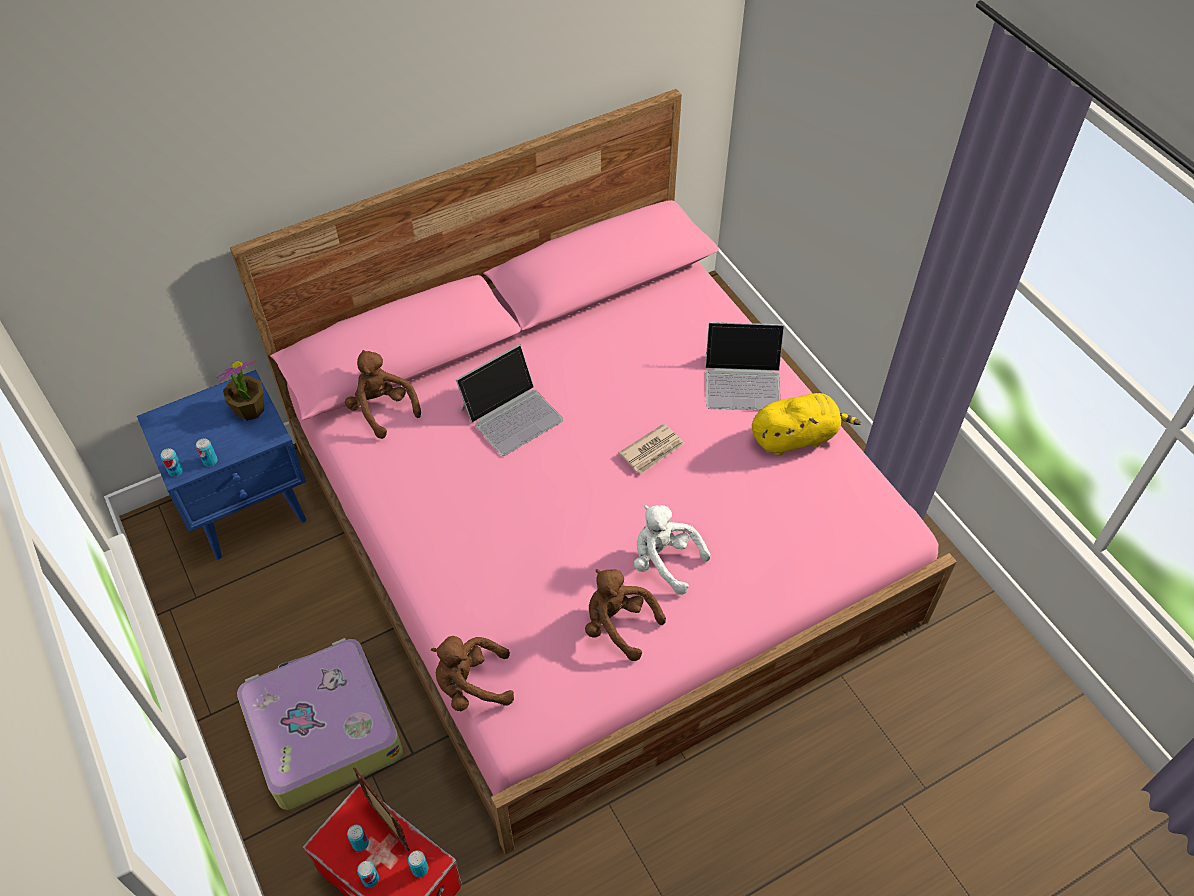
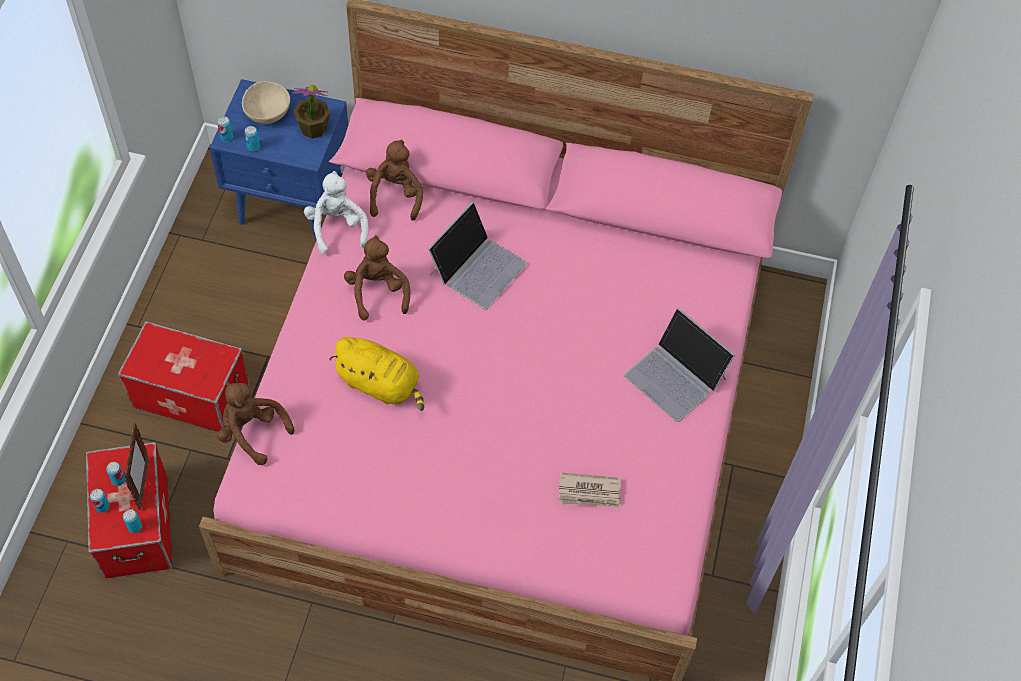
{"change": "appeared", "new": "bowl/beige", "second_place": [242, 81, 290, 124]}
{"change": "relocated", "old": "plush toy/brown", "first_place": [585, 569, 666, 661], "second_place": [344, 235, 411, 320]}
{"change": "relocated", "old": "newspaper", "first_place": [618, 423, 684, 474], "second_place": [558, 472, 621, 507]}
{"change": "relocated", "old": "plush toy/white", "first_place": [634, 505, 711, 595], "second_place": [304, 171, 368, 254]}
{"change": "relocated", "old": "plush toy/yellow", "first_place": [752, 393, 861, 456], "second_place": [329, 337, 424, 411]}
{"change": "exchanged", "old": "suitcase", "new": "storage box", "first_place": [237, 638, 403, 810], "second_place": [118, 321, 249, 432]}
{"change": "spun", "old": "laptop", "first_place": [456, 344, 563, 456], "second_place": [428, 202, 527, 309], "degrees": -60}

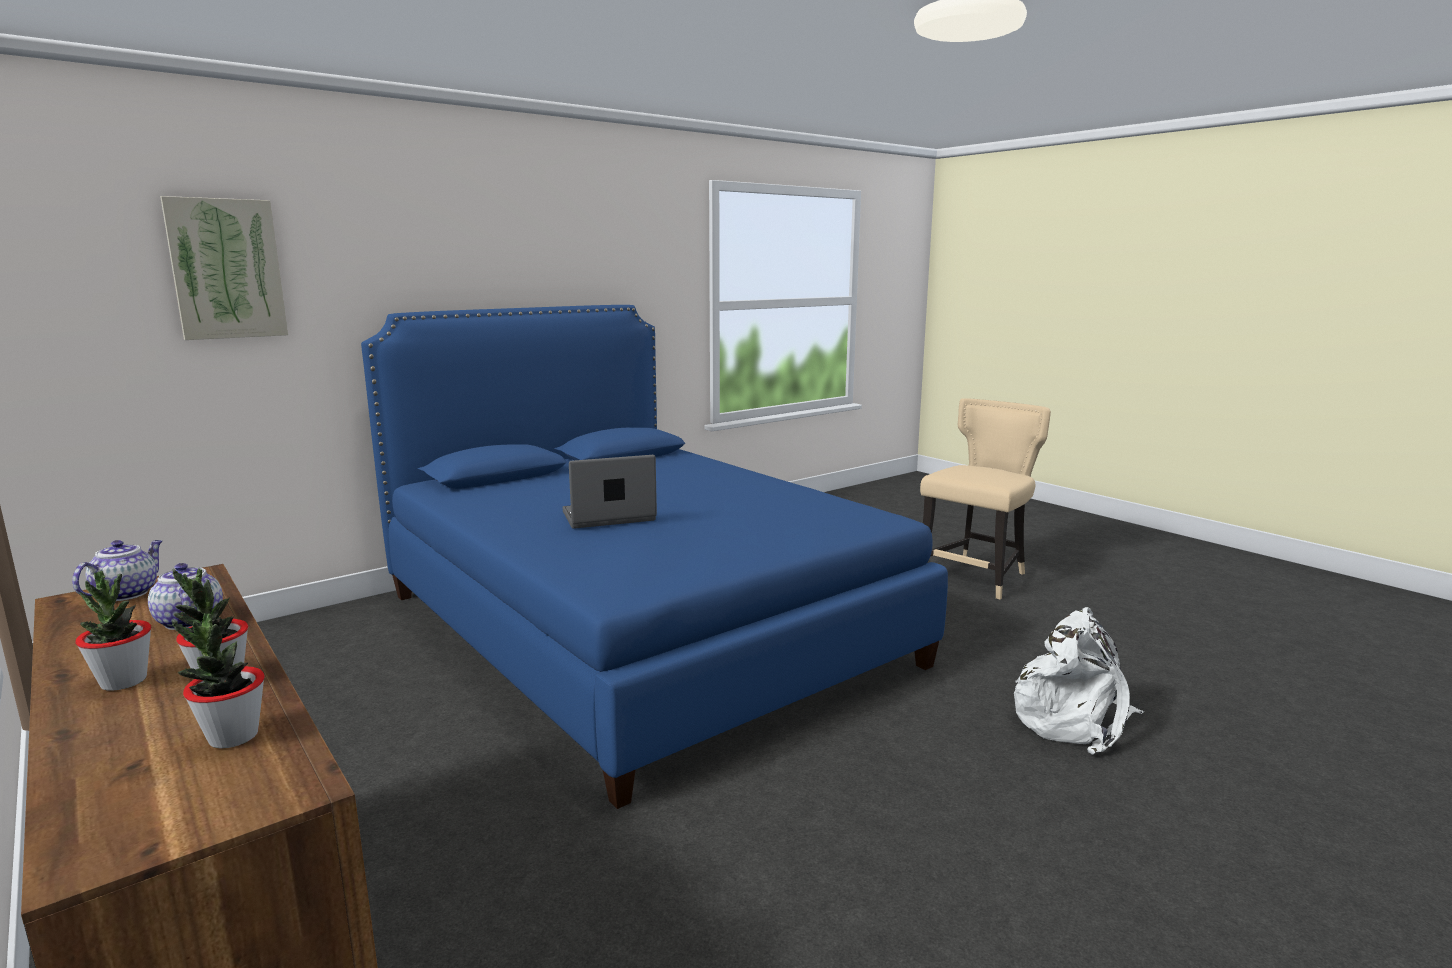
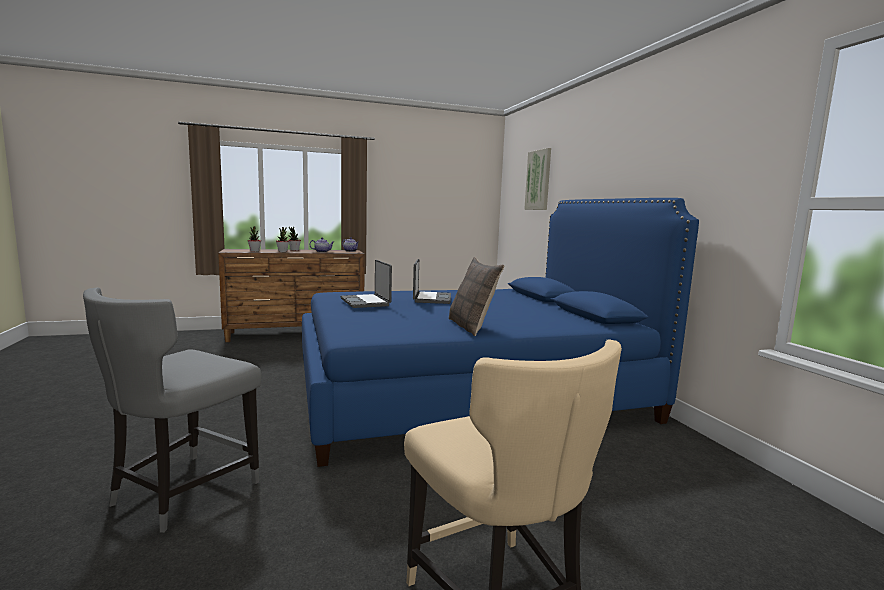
{"change": "appeared", "new": "laptop", "second_place": [340, 260, 392, 308]}
{"change": "appeared", "new": "pillow", "second_place": [449, 257, 504, 336]}
{"change": "exchanged", "old": "backpack/white", "new": "chair/grey", "first_place": [1014, 607, 1144, 755], "second_place": [83, 287, 261, 533]}

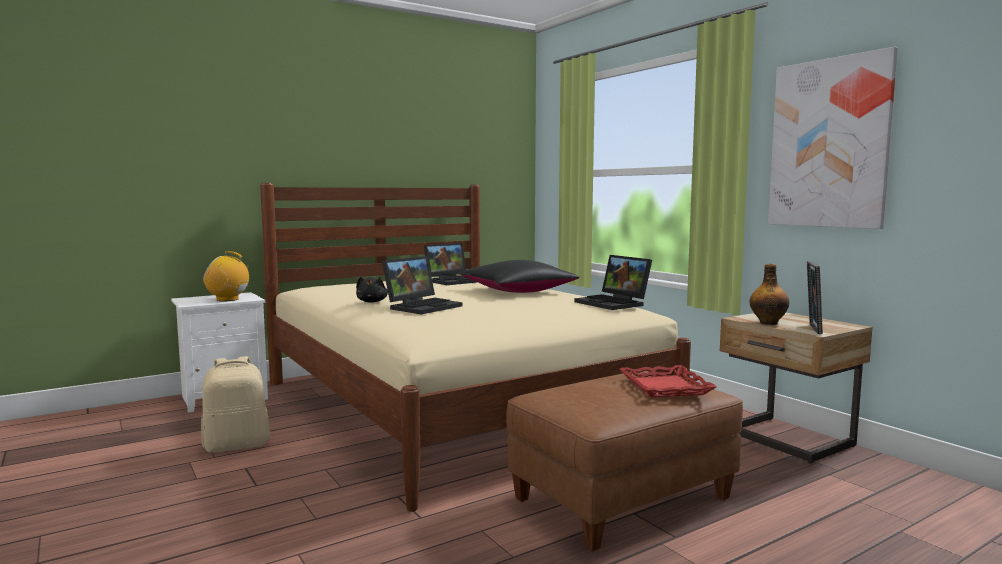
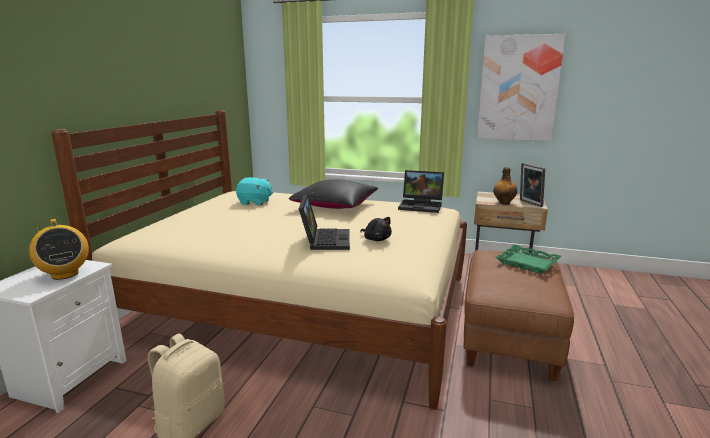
{"change": "relocated", "old": "plush toy/black", "first_place": [356, 276, 388, 303], "second_place": [360, 217, 392, 241]}
{"change": "exchanged", "old": "laptop", "new": "plush toy/turquoise", "first_place": [424, 243, 477, 285], "second_place": [236, 177, 273, 205]}
{"change": "colour", "old": "tray/red", "new": "tray/green", "first_place": [620, 365, 717, 398], "second_place": [496, 244, 562, 273]}
{"change": "spun", "old": "radio", "first_place": [203, 251, 250, 301], "second_place": [29, 219, 89, 280], "degrees": -90}

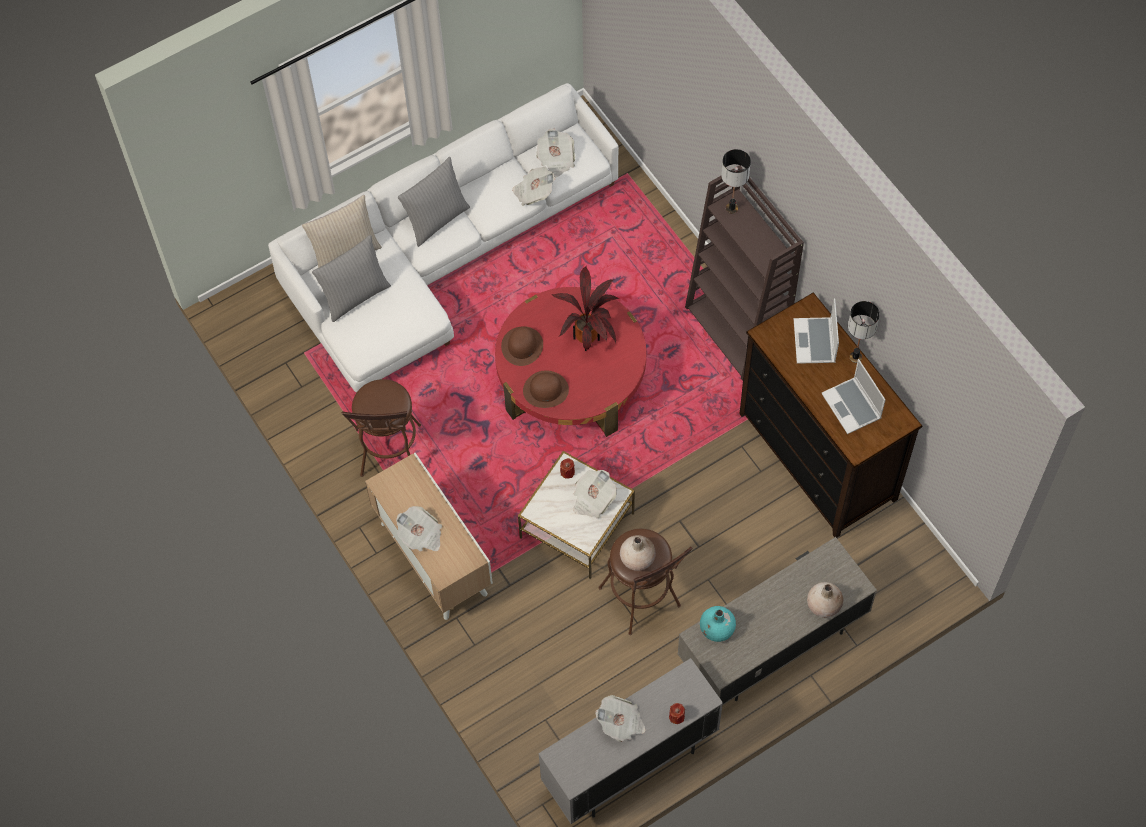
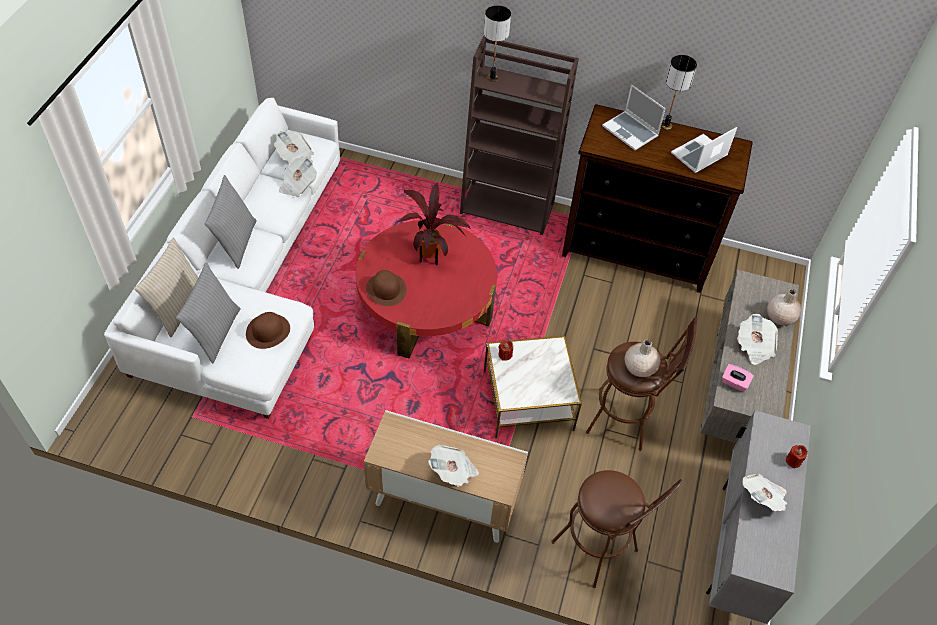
{"change": "relocated", "old": "stool/brown", "first_place": [342, 379, 421, 477], "second_place": [551, 470, 683, 588]}
{"change": "relocated", "old": "hat/brown", "first_place": [523, 370, 569, 408], "second_place": [246, 312, 290, 349]}
{"change": "relocated", "old": "newspaper", "first_place": [573, 470, 617, 518], "second_place": [737, 314, 778, 365]}
{"change": "exchanged", "old": "vase/turquoise", "new": "tissue box/pink", "first_place": [700, 606, 736, 642], "second_place": [722, 364, 754, 392]}
{"change": "spun", "old": "laptop", "first_place": [821, 359, 885, 434], "second_place": [671, 127, 737, 173], "degrees": 120}

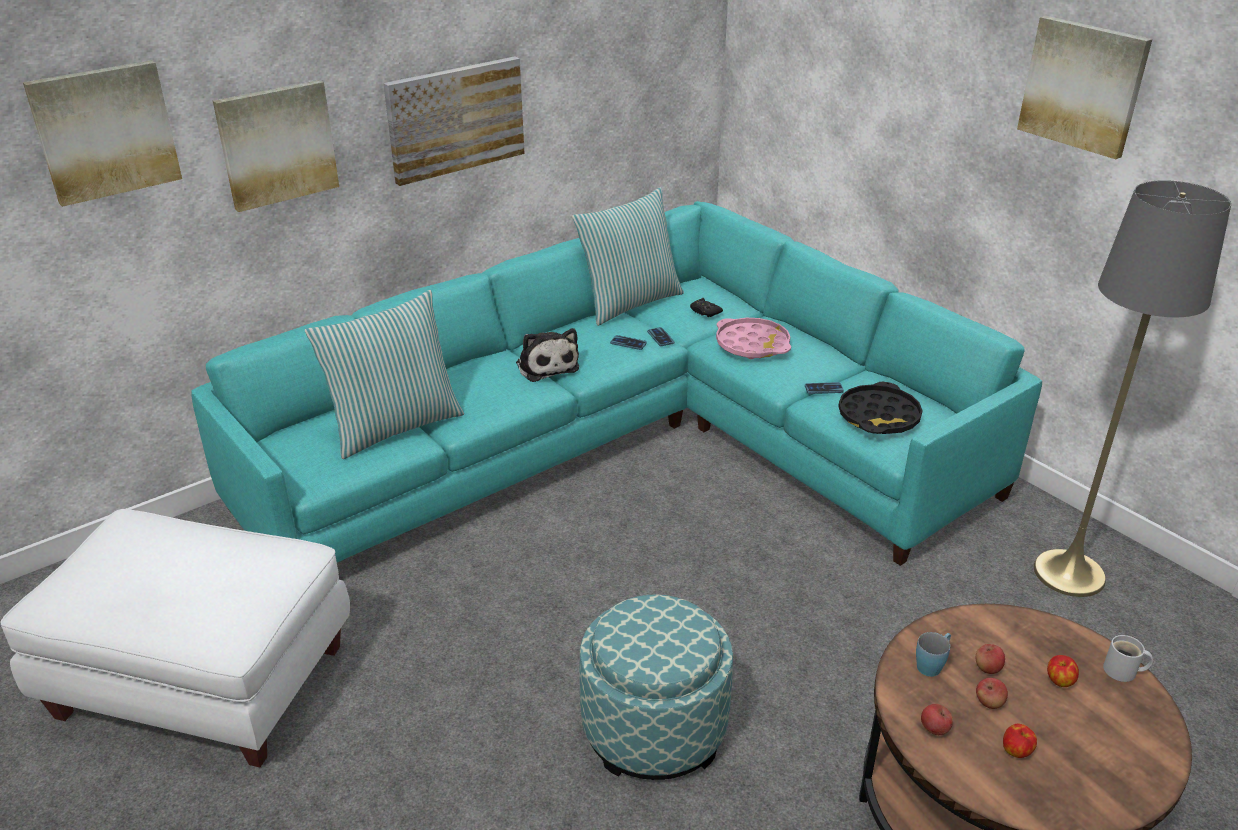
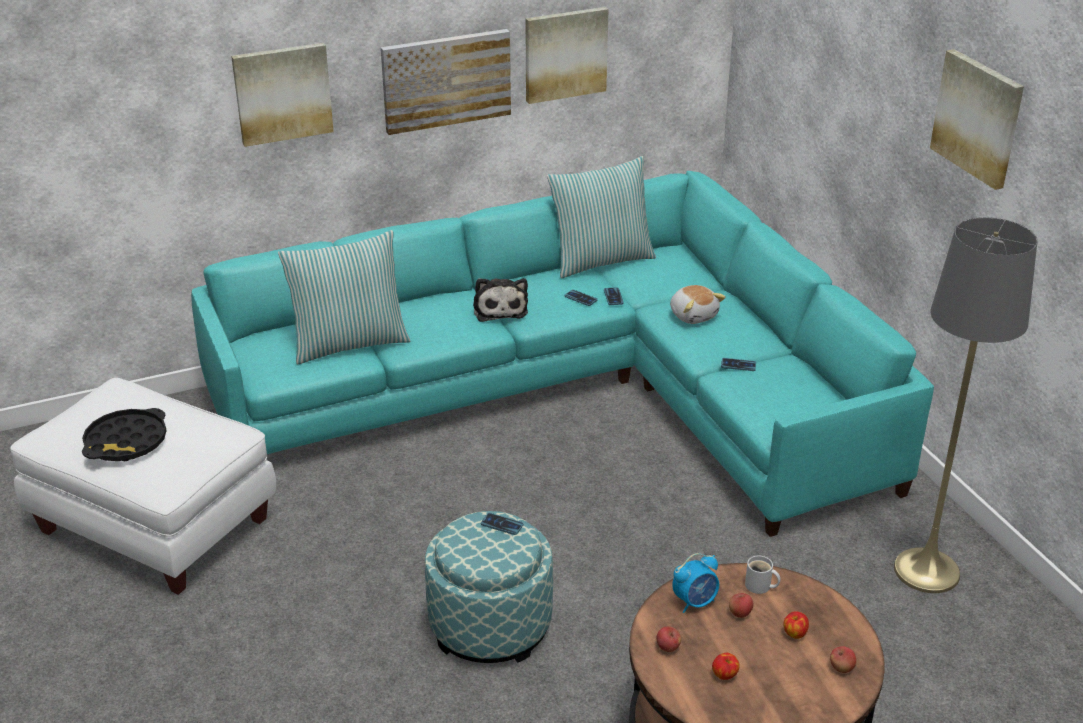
{"change": "missing", "old": "game controller/black", "first_place": [690, 298, 723, 317]}
{"change": "appeared", "new": "phone", "second_place": [481, 513, 523, 535]}
{"change": "relocated", "old": "picture", "first_place": [23, 60, 182, 207], "second_place": [525, 7, 609, 104]}
{"change": "relocated", "old": "tray/black", "first_place": [838, 382, 923, 434], "second_place": [82, 408, 167, 461]}
{"change": "relocated", "old": "apple", "first_place": [976, 678, 1008, 709], "second_place": [830, 646, 856, 673]}
{"change": "relocated", "old": "mug/white", "first_place": [1103, 635, 1153, 682], "second_place": [745, 556, 781, 594]}
{"change": "exchanged", "old": "tray/pink", "new": "plush toy", "first_place": [716, 318, 791, 359], "second_place": [670, 285, 726, 324]}
{"change": "exchanged", "old": "mug/blue", "new": "alarm clock", "first_place": [916, 632, 951, 677], "second_place": [672, 553, 719, 613]}

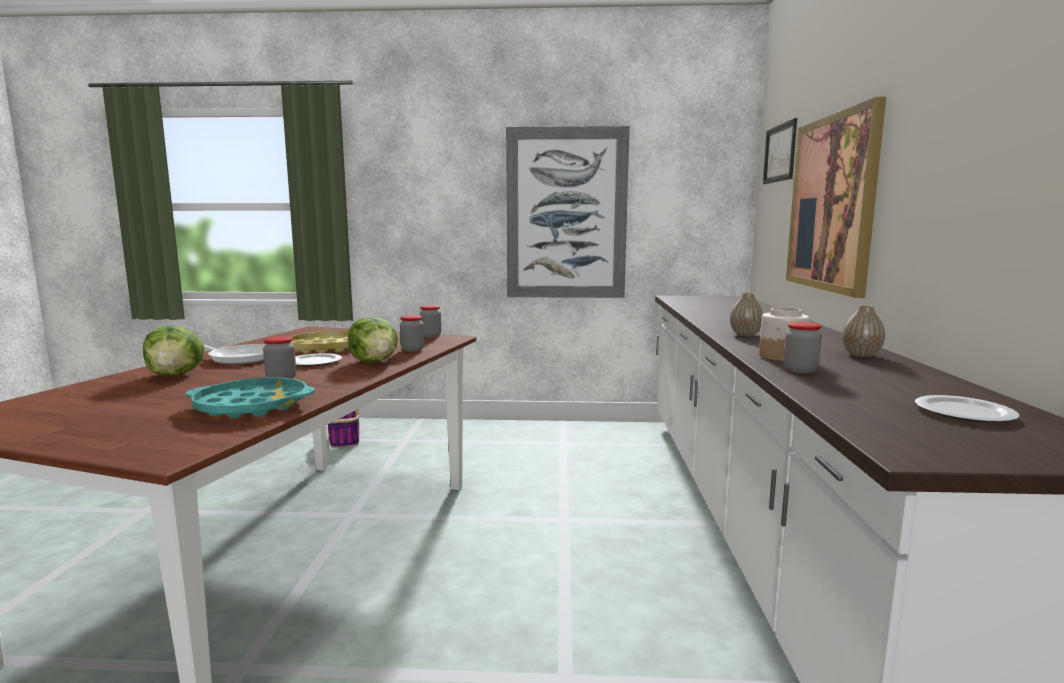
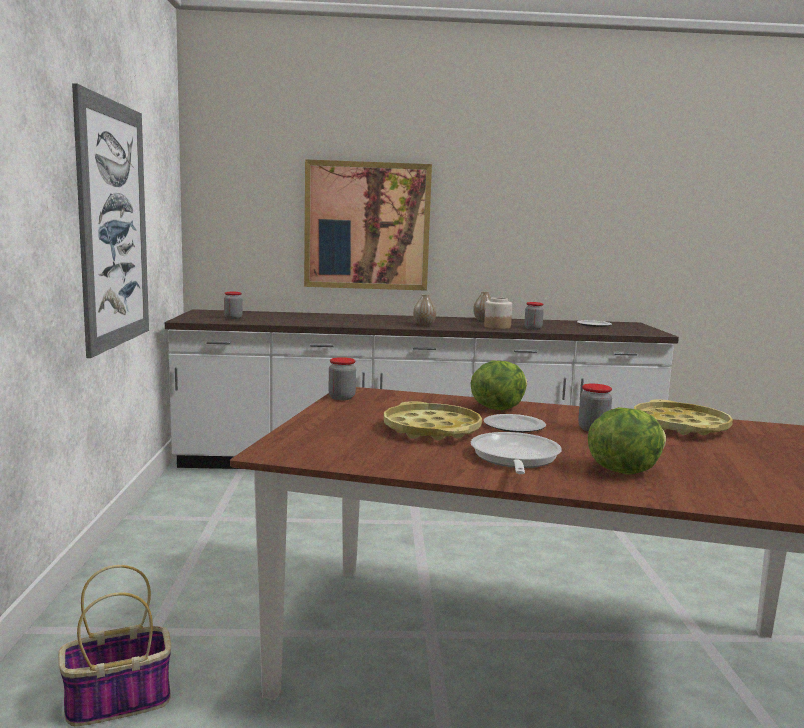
{"change": "missing", "old": "picture", "first_place": [763, 118, 797, 184]}
{"change": "relocated", "old": "jar", "first_place": [400, 315, 424, 352], "second_place": [224, 292, 243, 319]}
{"change": "colour", "old": "tray/turquoise", "new": "tray/yellow", "first_place": [186, 377, 315, 418], "second_place": [634, 400, 733, 435]}

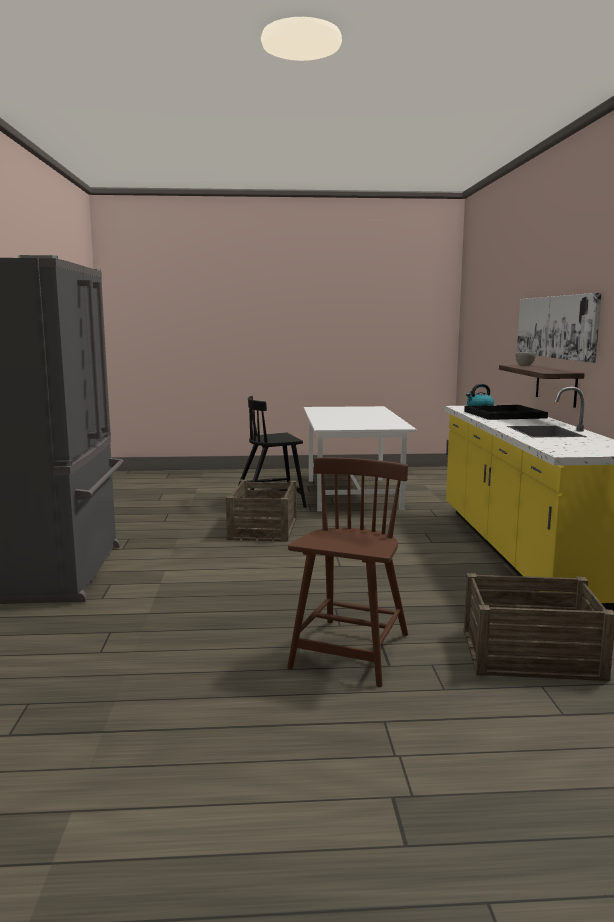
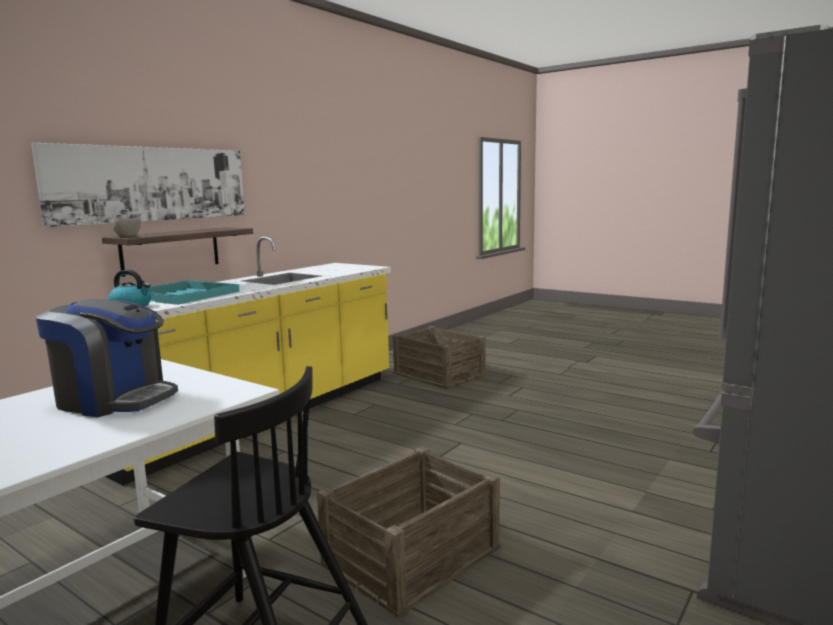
{"change": "missing", "old": "chair/brown", "first_place": [287, 457, 408, 687]}
{"change": "appeared", "new": "coffee machine", "second_place": [35, 299, 178, 417]}
{"change": "colour", "old": "tray/black", "new": "tray/turquoise", "first_place": [464, 405, 548, 420], "second_place": [148, 280, 240, 305]}

